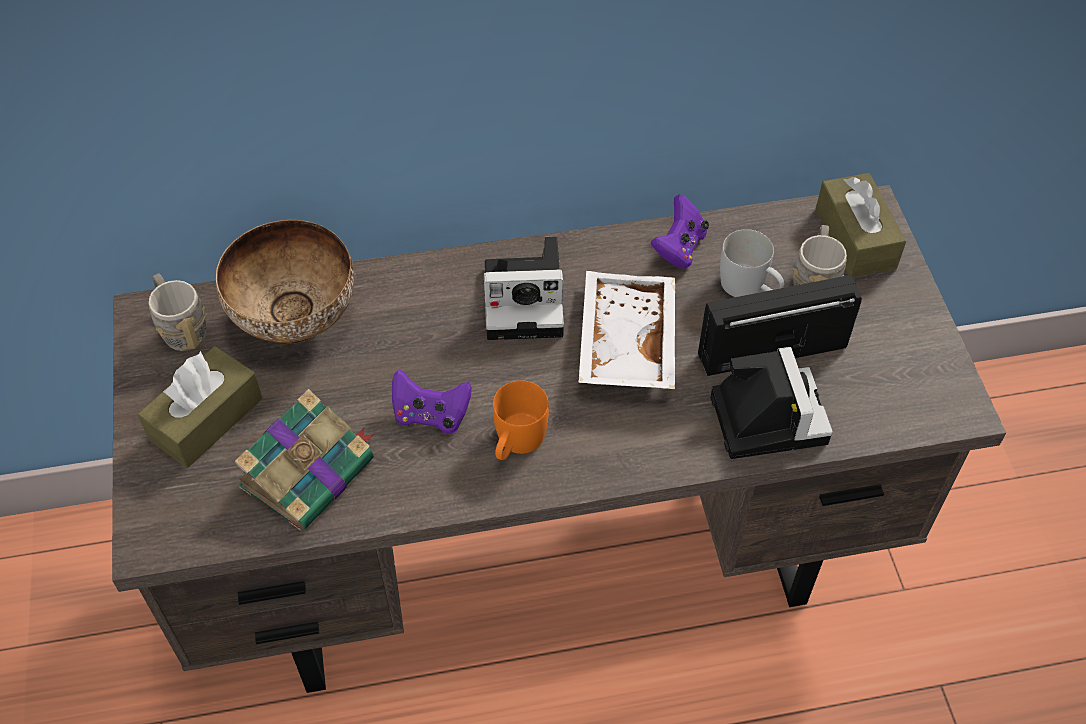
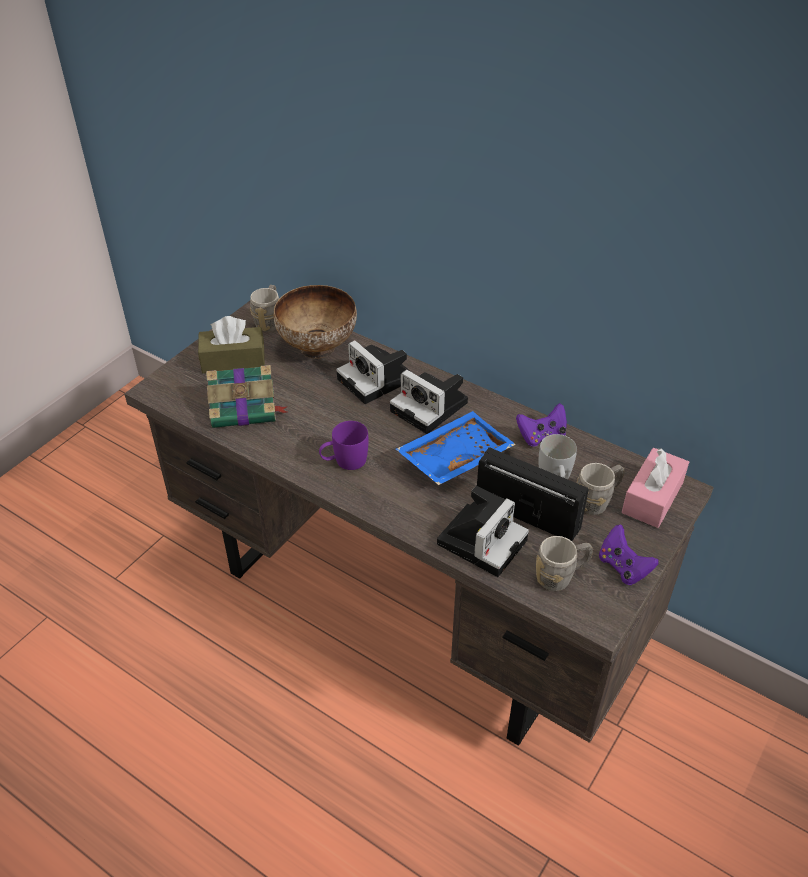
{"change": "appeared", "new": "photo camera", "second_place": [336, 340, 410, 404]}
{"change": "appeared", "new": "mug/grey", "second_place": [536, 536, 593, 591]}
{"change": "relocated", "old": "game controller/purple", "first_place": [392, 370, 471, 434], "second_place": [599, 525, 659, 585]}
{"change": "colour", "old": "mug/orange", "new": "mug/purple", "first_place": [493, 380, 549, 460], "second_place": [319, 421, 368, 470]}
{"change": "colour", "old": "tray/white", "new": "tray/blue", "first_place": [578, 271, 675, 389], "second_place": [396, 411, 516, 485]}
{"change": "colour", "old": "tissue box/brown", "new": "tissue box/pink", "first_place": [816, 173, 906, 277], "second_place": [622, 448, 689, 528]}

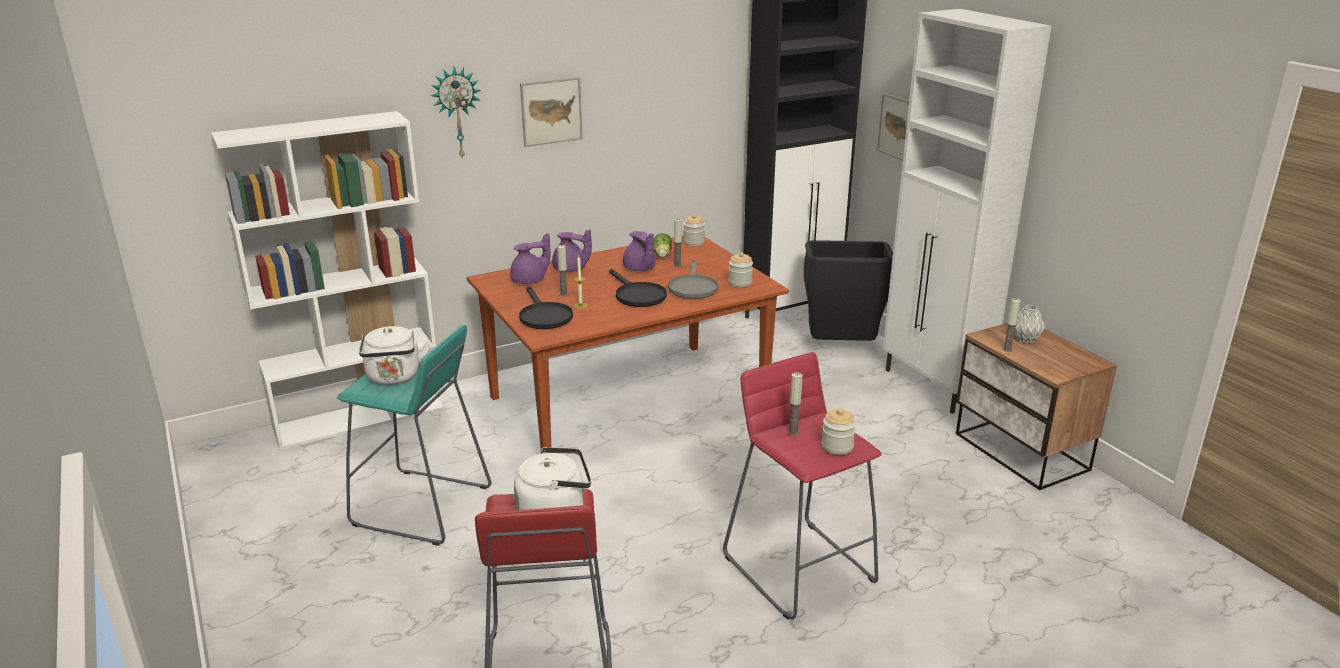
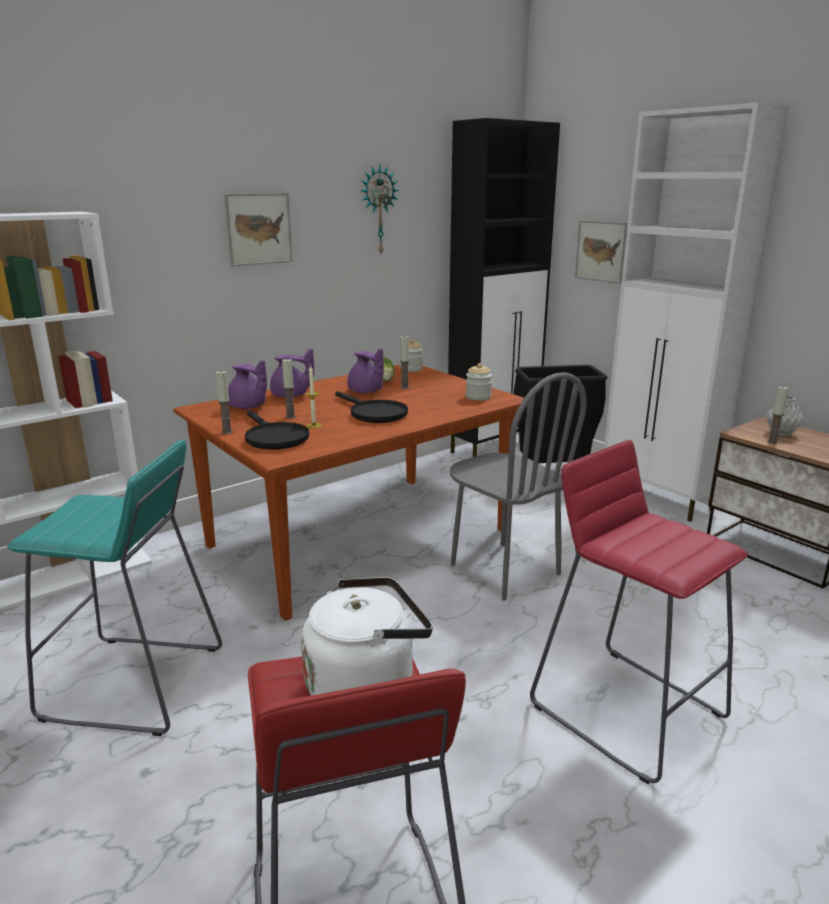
{"change": "missing", "old": "kettle/white", "first_place": [359, 326, 430, 385]}
{"change": "missing", "old": "frying pan/grey", "first_place": [668, 259, 718, 299]}
{"change": "missing", "old": "jar", "first_place": [821, 409, 856, 455]}
{"change": "appeared", "new": "chair/grey", "second_place": [450, 372, 587, 601]}
{"change": "relocated", "old": "wall clock", "first_place": [431, 67, 481, 160], "second_place": [360, 165, 399, 254]}
{"change": "relocated", "old": "candle", "first_place": [788, 372, 803, 436], "second_place": [216, 371, 233, 434]}
{"change": "spun", "old": "teapot/purple", "first_place": [510, 233, 551, 284], "second_place": [228, 360, 267, 409], "degrees": 75}

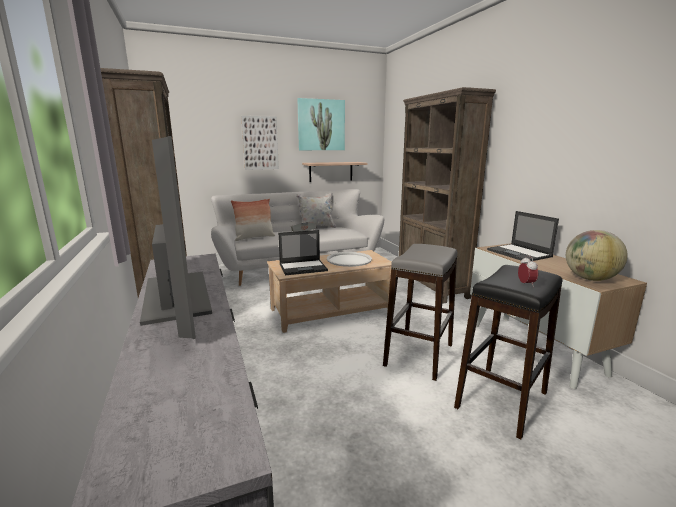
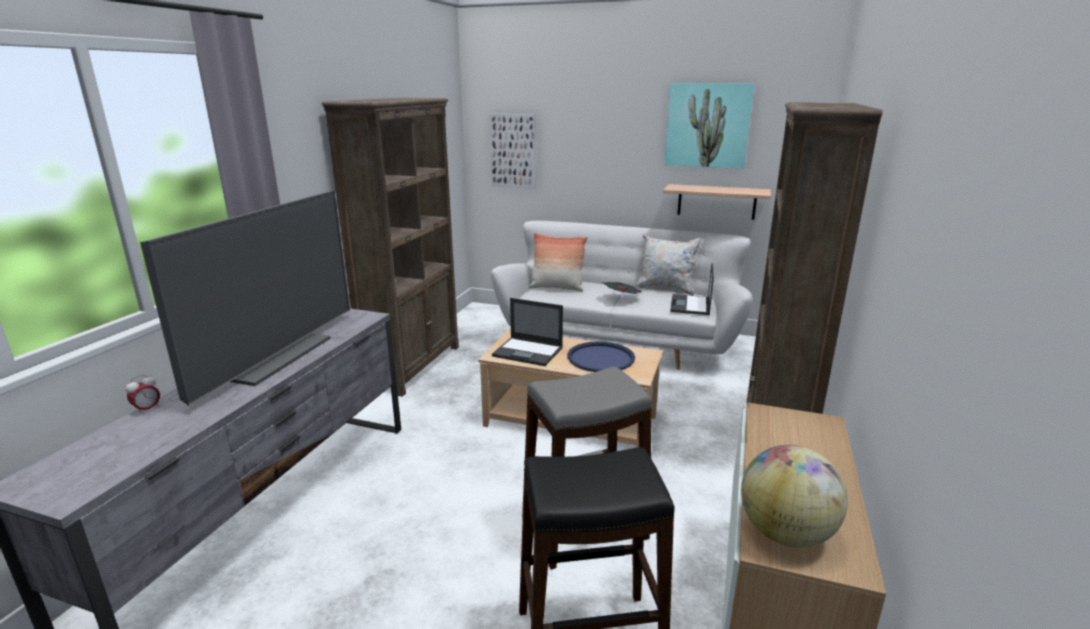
{"change": "relocated", "old": "picture", "first_place": [241, 116, 279, 170], "second_place": [490, 114, 536, 189]}
{"change": "relocated", "old": "laptop", "first_place": [487, 211, 559, 261], "second_place": [670, 263, 714, 315]}
{"change": "relocated", "old": "alarm clock", "first_place": [518, 256, 538, 285], "second_place": [125, 375, 160, 415]}
{"change": "colour", "old": "tray/white", "new": "tray/blue", "first_place": [327, 252, 372, 267], "second_place": [567, 341, 635, 372]}

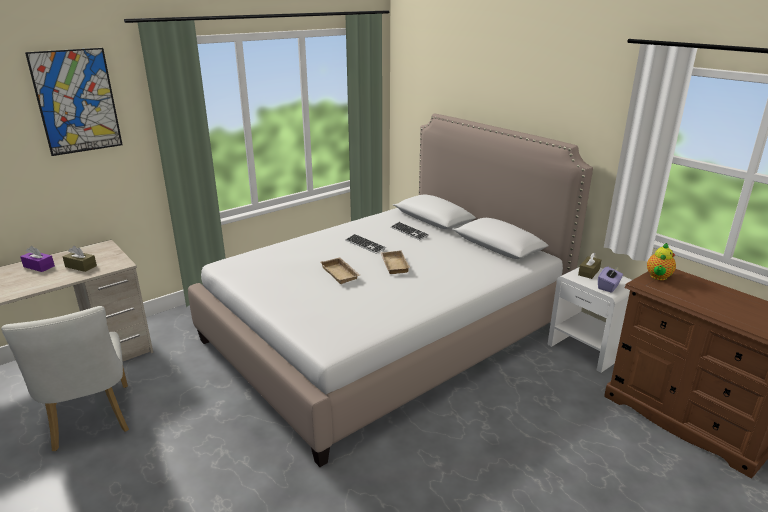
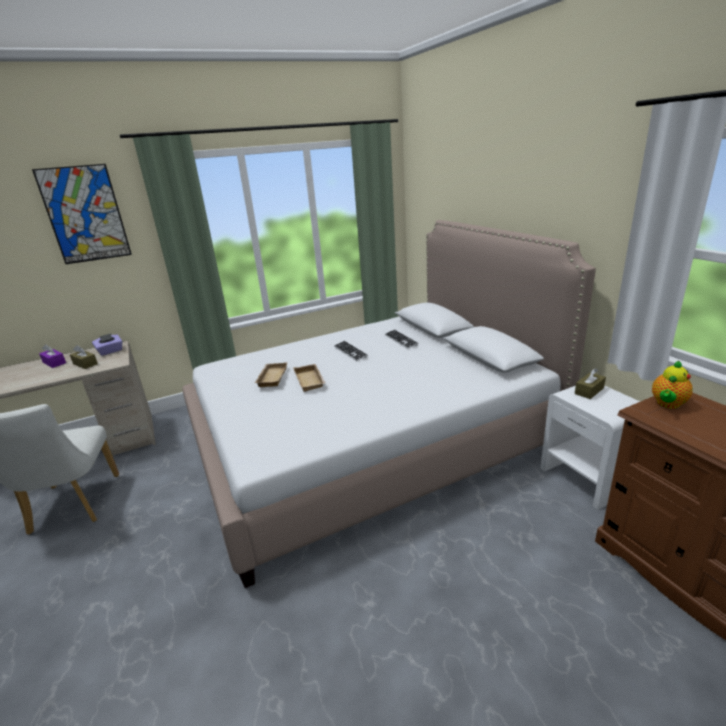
{"change": "relocated", "old": "tray/beige", "first_place": [380, 250, 411, 274], "second_place": [255, 362, 288, 387]}
{"change": "relocated", "old": "tissue box/purple", "first_place": [598, 267, 623, 293], "second_place": [92, 334, 122, 356]}

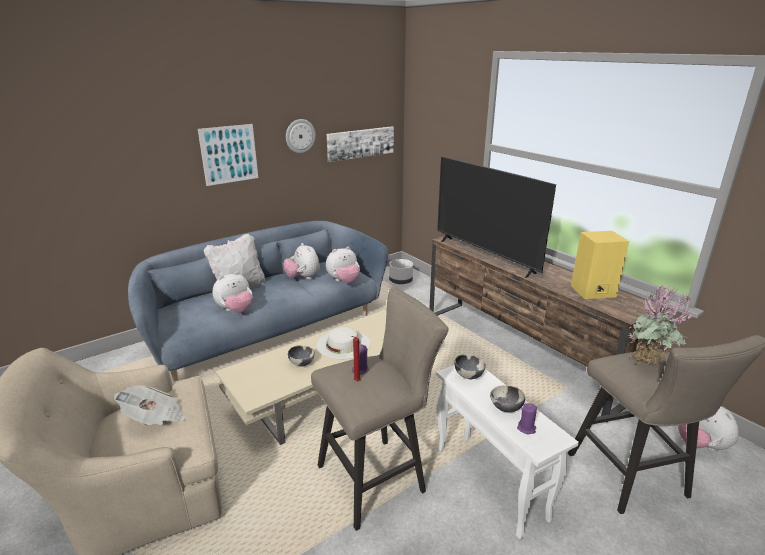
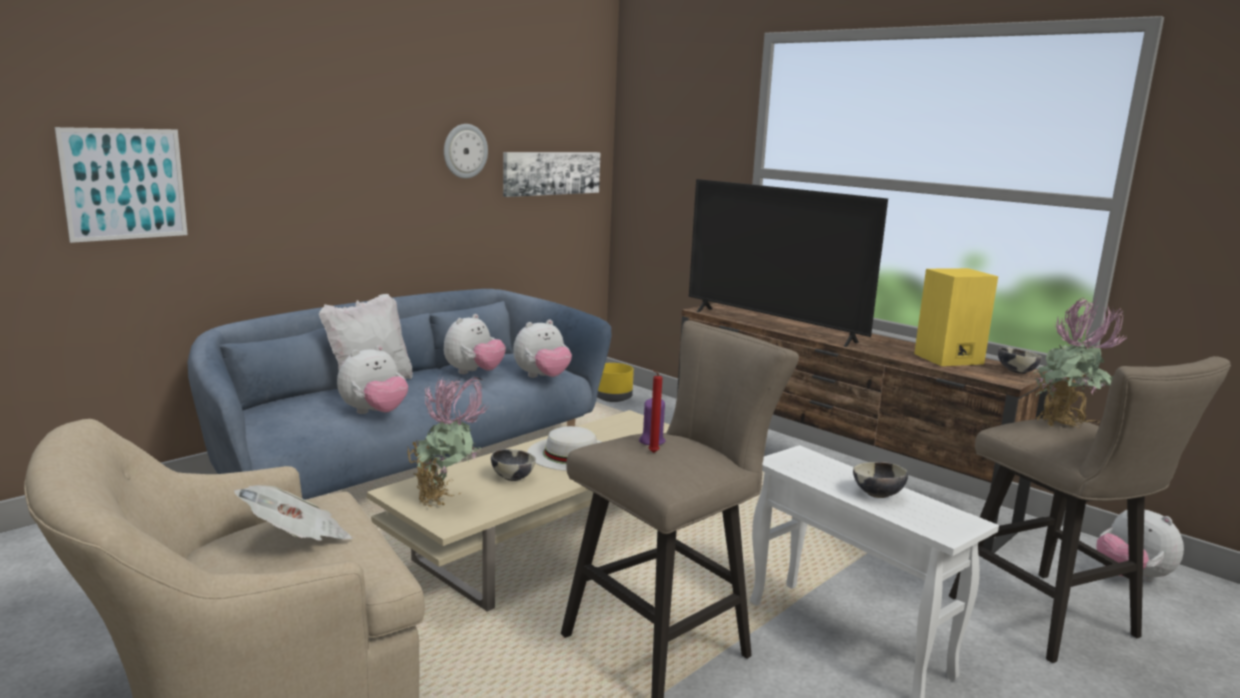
{"change": "missing", "old": "candle/purple", "first_place": [517, 403, 537, 434]}
{"change": "appeared", "new": "potted plant", "second_place": [407, 376, 489, 507]}
{"change": "relocated", "old": "picture", "first_place": [198, 124, 258, 186], "second_place": [55, 127, 188, 243]}
{"change": "relocated", "old": "bowl", "first_place": [454, 354, 486, 379], "second_place": [998, 347, 1042, 374]}
{"change": "colour", "old": "planter/white", "new": "planter/yellow", "first_place": [389, 259, 413, 284], "second_place": [597, 363, 634, 402]}
{"change": "spun", "old": "plush toy", "first_place": [283, 243, 320, 279], "second_place": [444, 314, 506, 374], "degrees": -105}

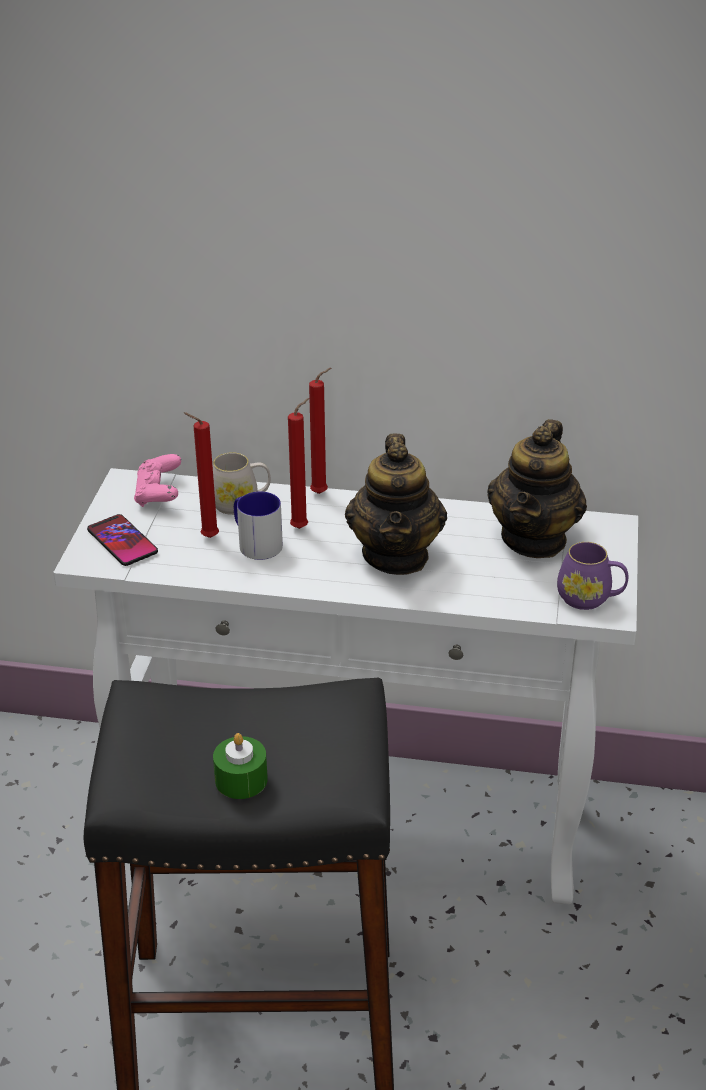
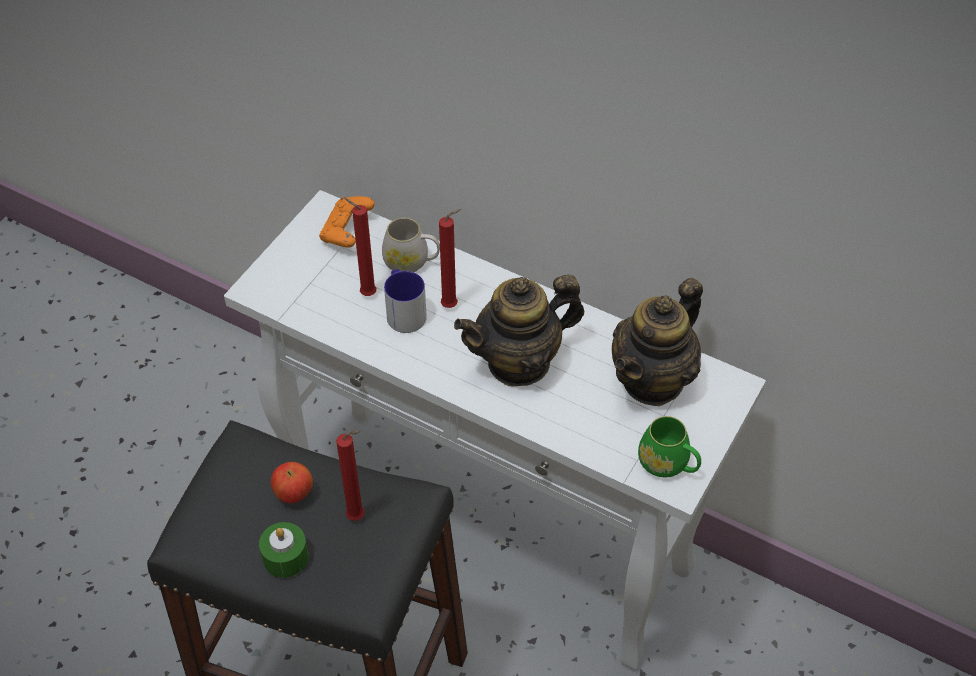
{"change": "missing", "old": "phone", "first_place": [87, 514, 158, 566]}
{"change": "appeared", "new": "apple", "second_place": [271, 462, 313, 503]}
{"change": "relocated", "old": "candle/red", "first_place": [309, 368, 331, 494], "second_place": [336, 431, 365, 521]}
{"change": "colour", "old": "game controller/pink", "new": "game controller/orange", "first_place": [134, 454, 181, 507], "second_place": [319, 196, 375, 248]}
{"change": "colour", "old": "mug/purple", "new": "mug/green", "first_place": [557, 542, 629, 610], "second_place": [638, 416, 701, 477]}
{"change": "spun", "old": "teapot", "first_place": [345, 434, 447, 575], "second_place": [454, 275, 584, 386], "degrees": 45}

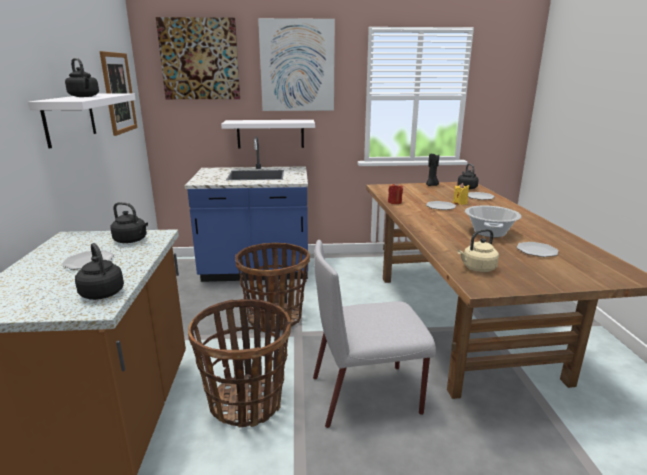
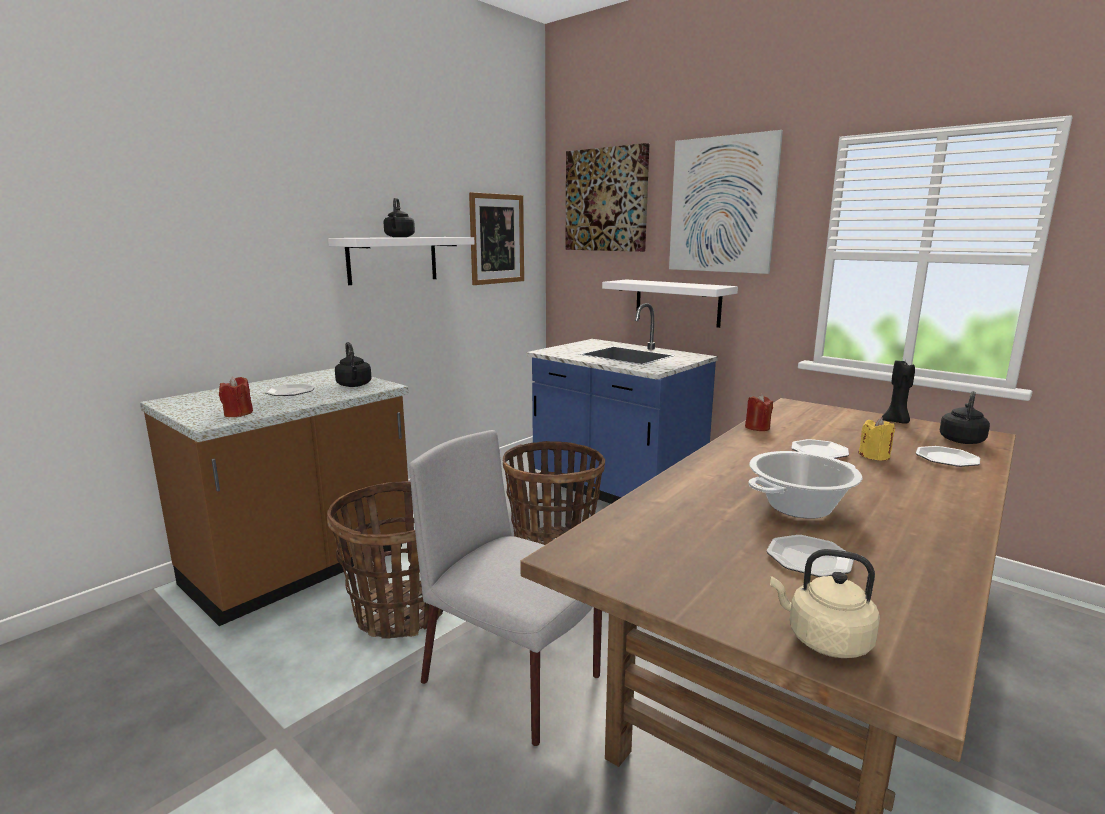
{"change": "relocated", "old": "kettle/beige", "first_place": [458, 229, 499, 272], "second_place": [770, 549, 880, 658]}
{"change": "exchanged", "old": "kettle/black", "new": "candle/red", "first_place": [75, 243, 124, 300], "second_place": [219, 377, 253, 417]}

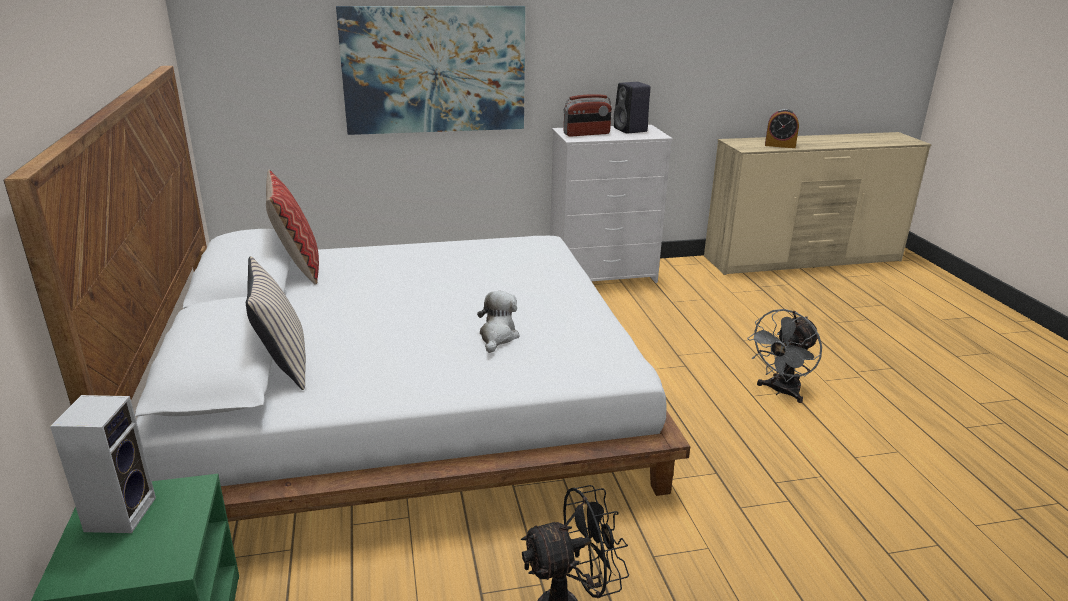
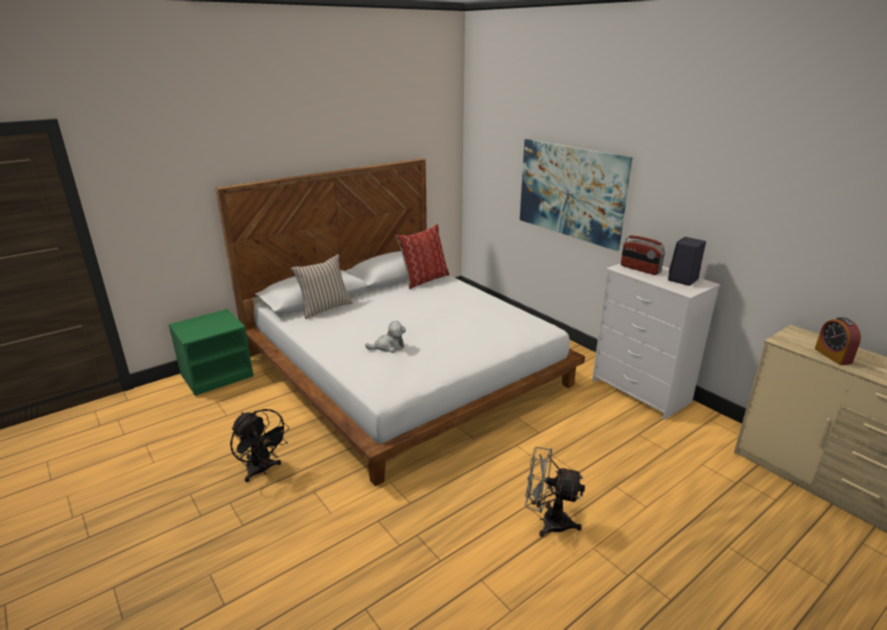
{"change": "missing", "old": "speaker", "first_place": [50, 395, 156, 533]}

